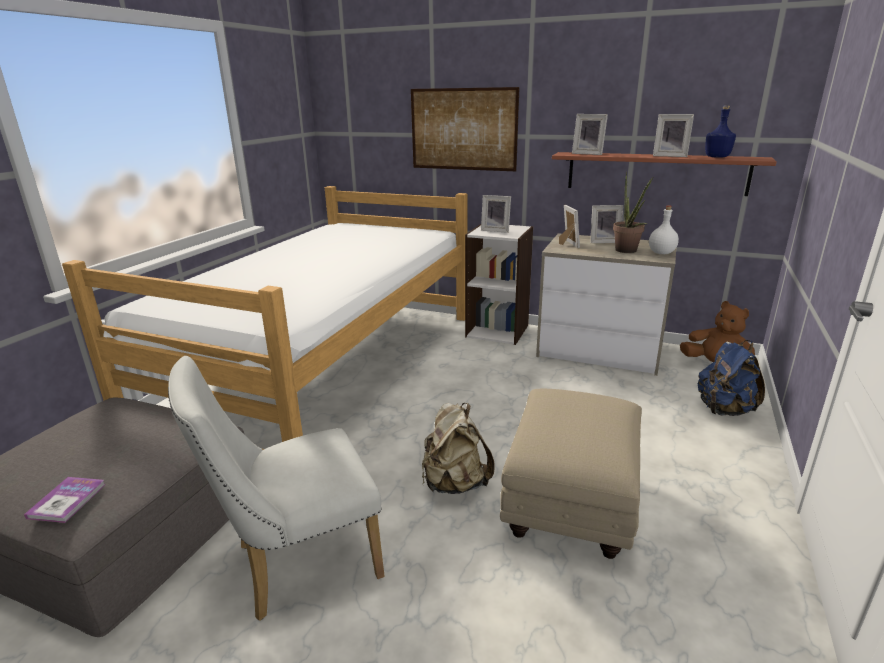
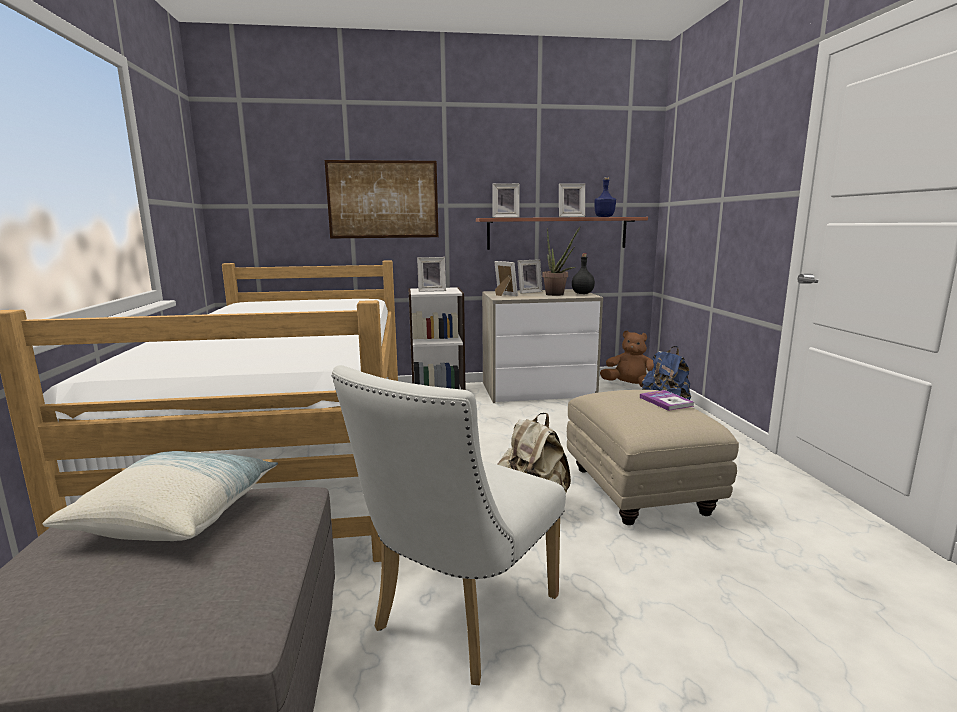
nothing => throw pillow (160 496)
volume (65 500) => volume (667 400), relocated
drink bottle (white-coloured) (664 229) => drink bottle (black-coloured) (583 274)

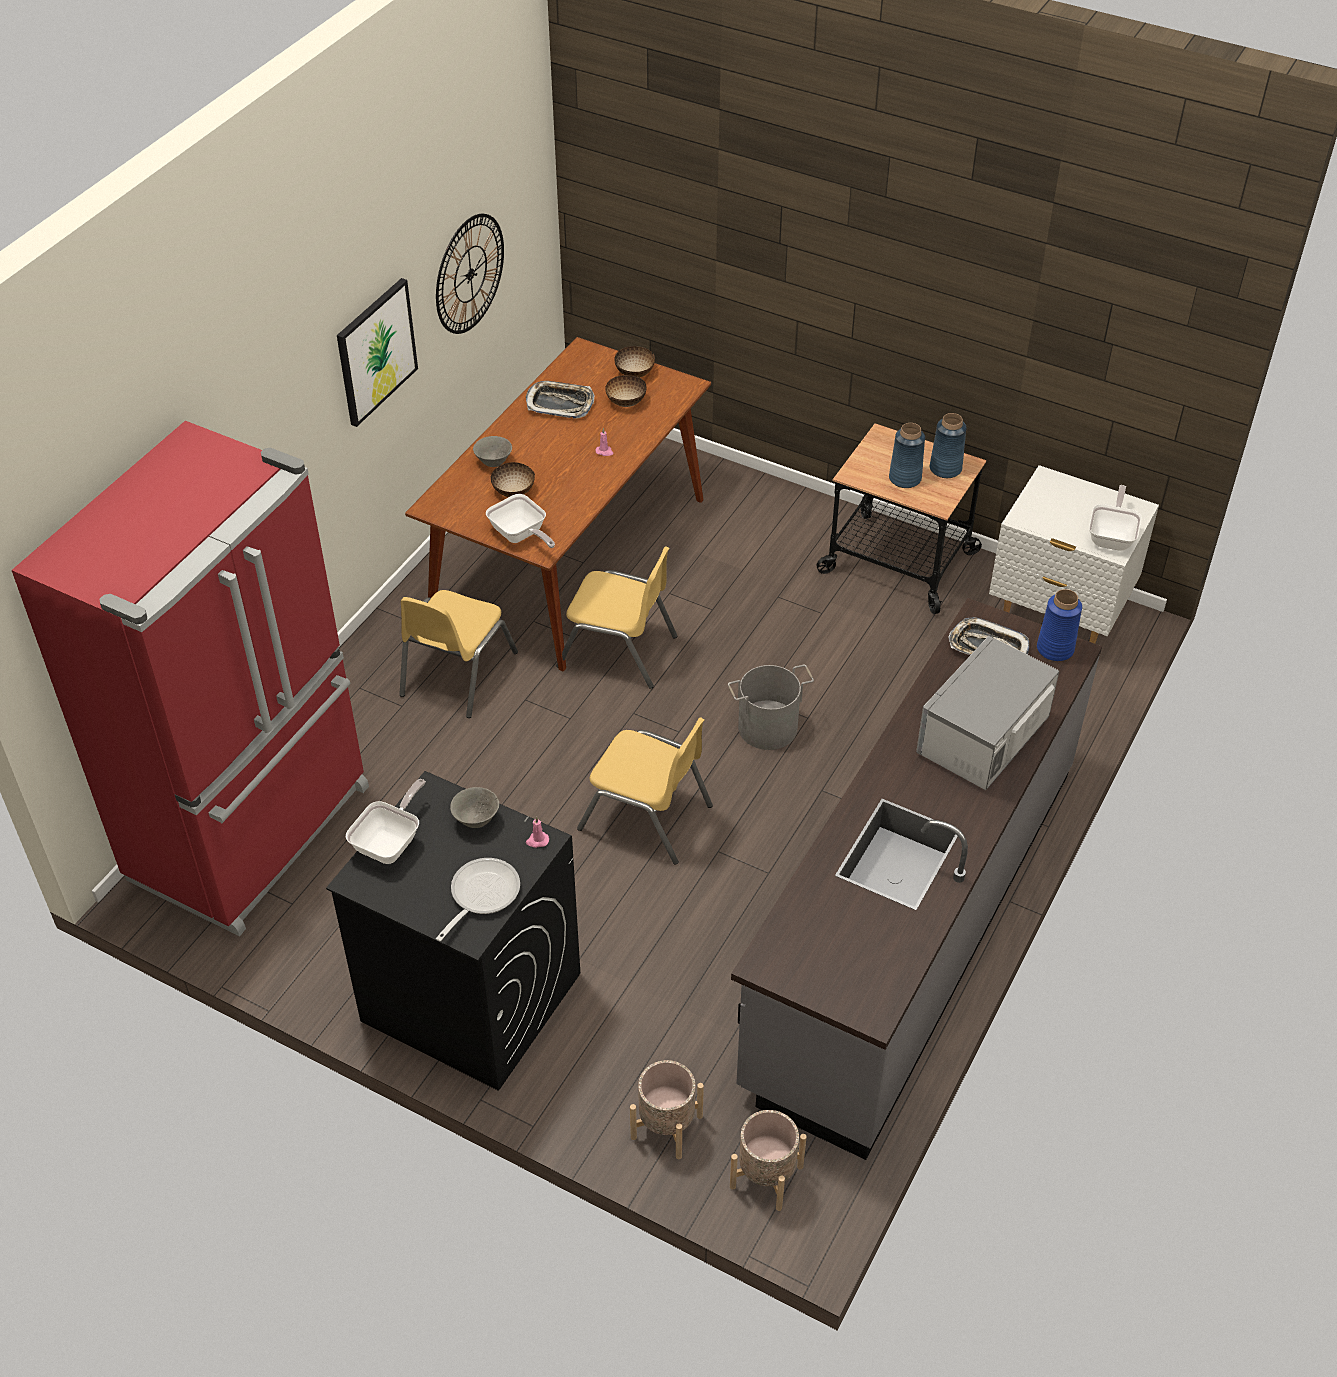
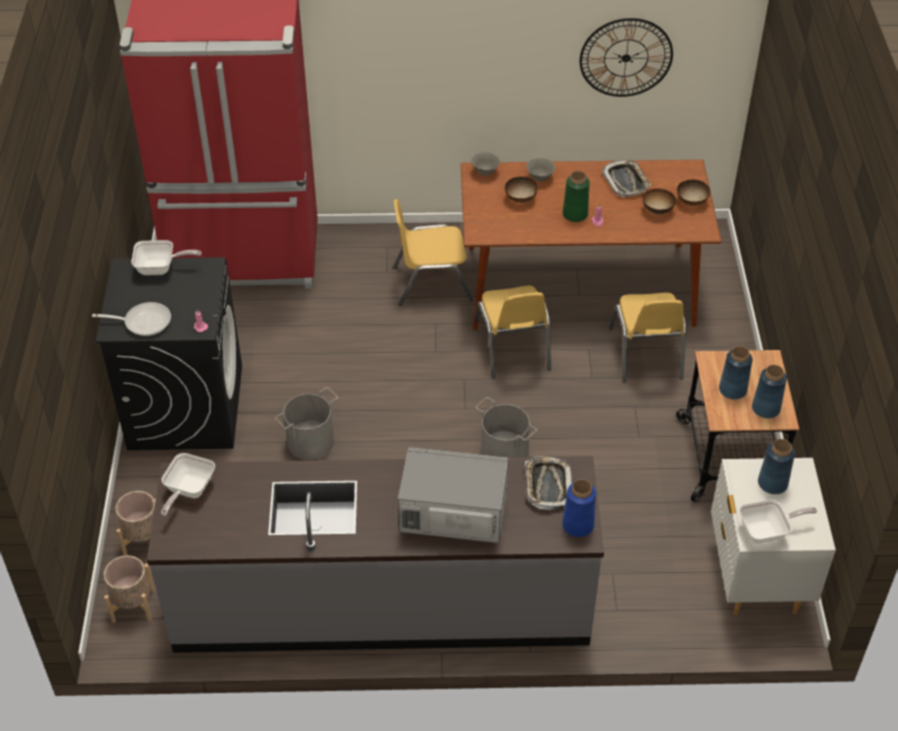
wall picture (377 352) => nothing
nothing => pail (grey) (306 423)
nothing => flower vase (green-coloured) (576 196)
nothing => flower vase (blue) (776 466)
serving bowl (grey) (474 807) => serving bowl (grey) (485 164), relocated
skillet (520 521) => skillet (188 484), relocated
chair (yellow) (645 791) => chair (yellow) (648 338), relocated

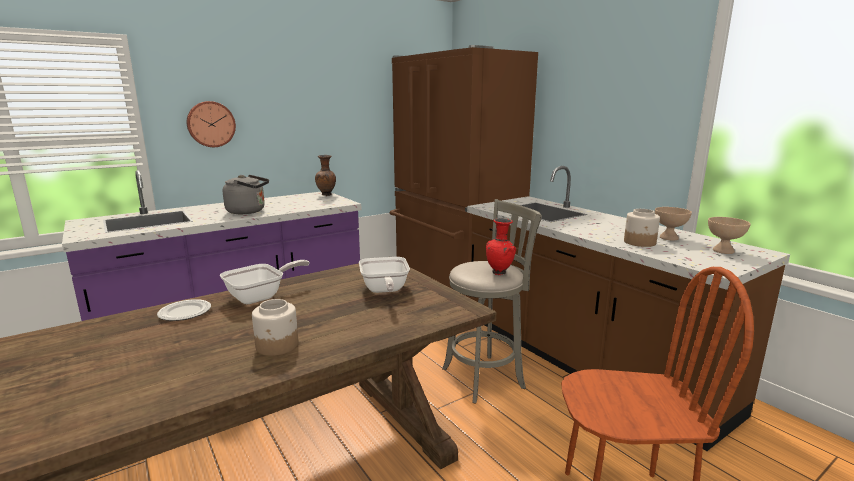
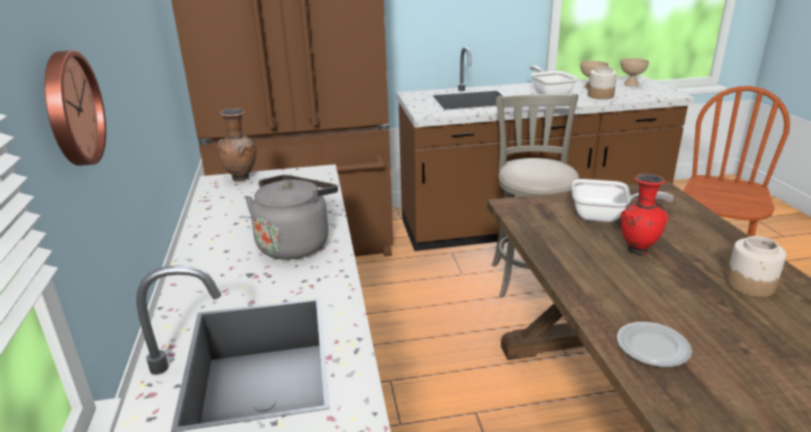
skillet (265 282) => skillet (554 80), relocated
flower vase (red) (501 246) => flower vase (red) (644 214), relocated

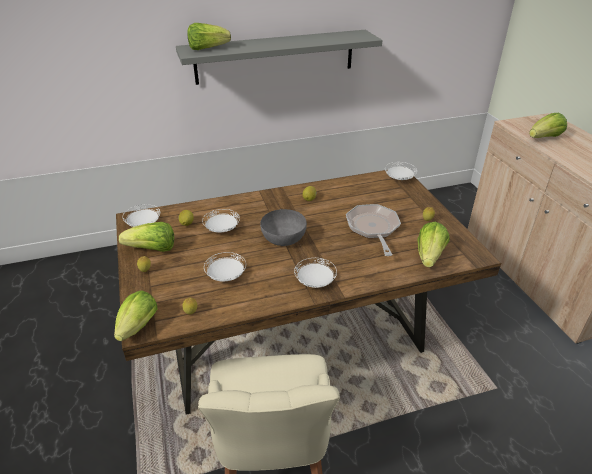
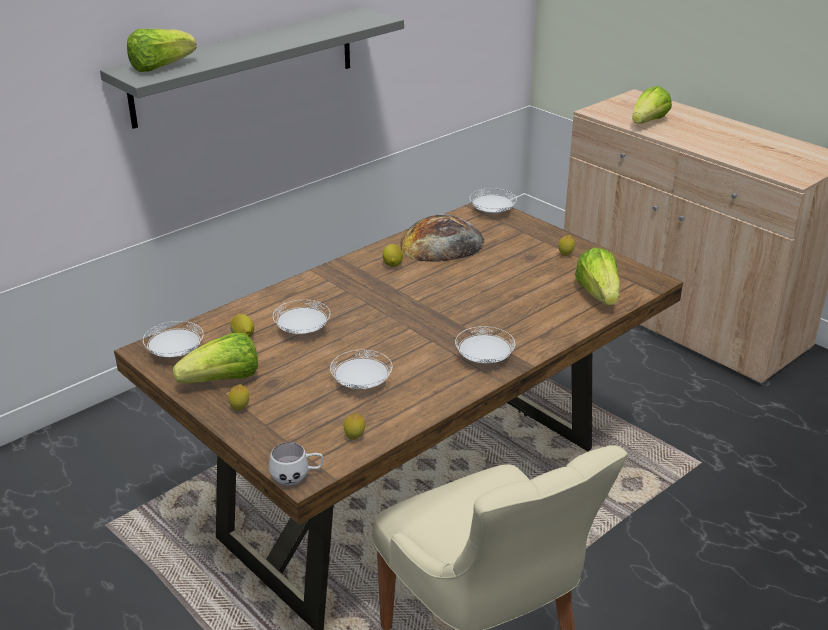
serving bowl (grey) (283 227) => nothing
skillet (373 230) => nothing
nothing => bread (442 238)
head of lettuce (135 315) => coffee mug (white-coloured) (296 463)

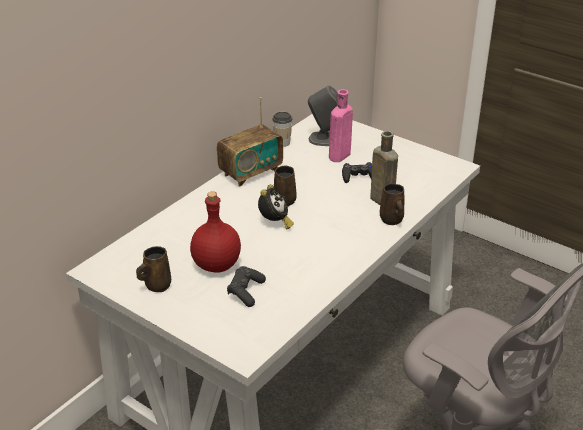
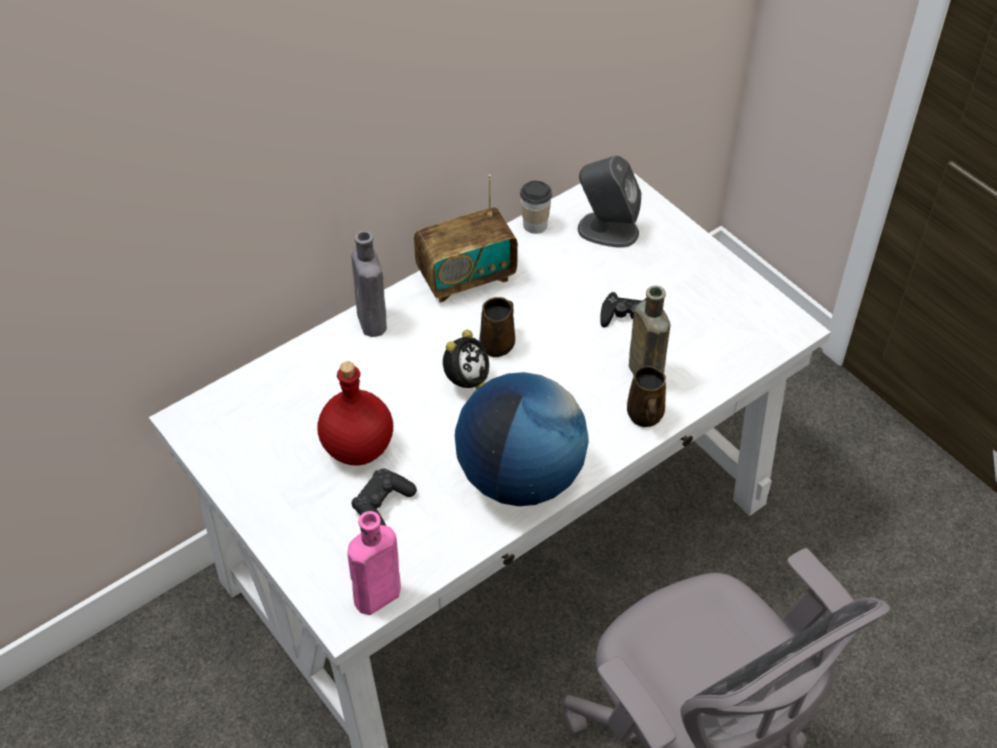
coffee mug (brown-coloured) (153 269) => nothing
nothing => drink bottle (grey) (369 283)
nothing => desk globe (522 439)
drink bottle (pinkish) (341 125) => drink bottle (pinkish) (374 563), relocated

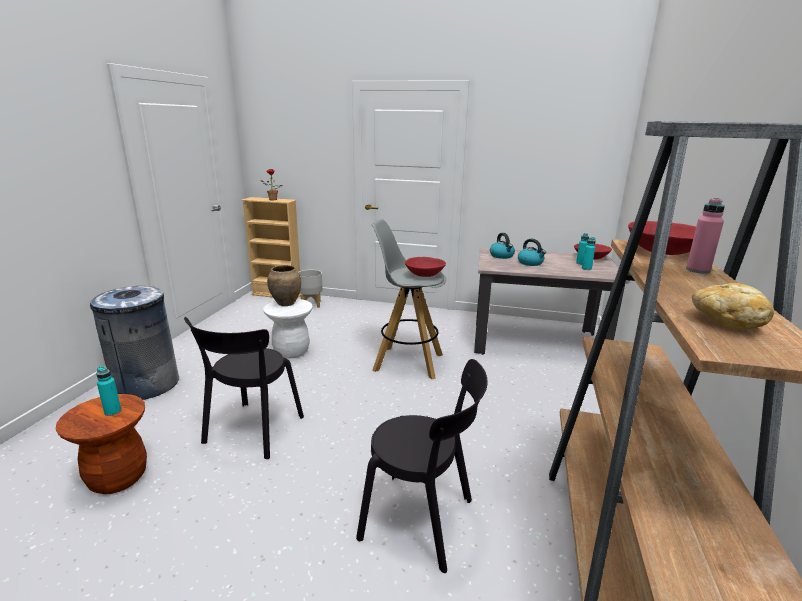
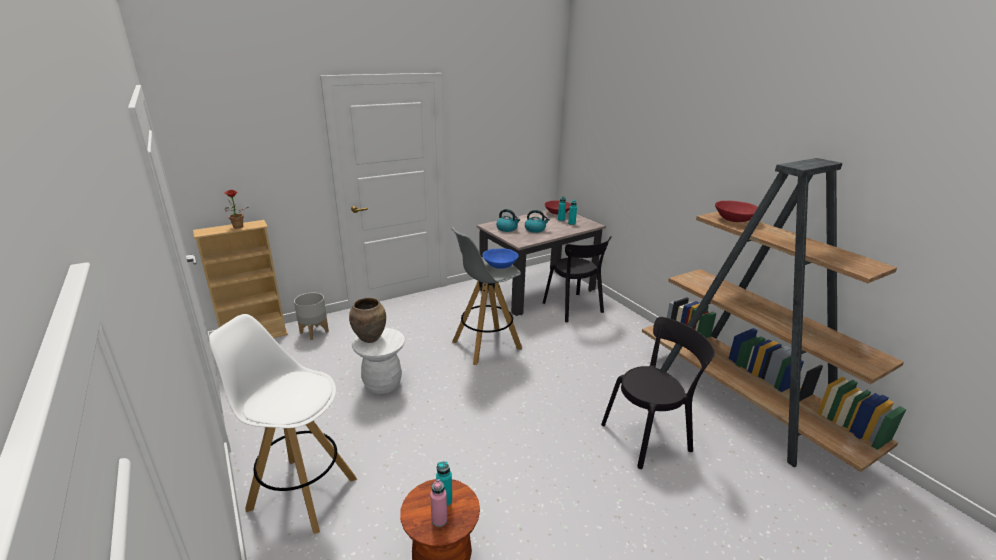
bread (733 306) => nothing
chair (black-coloured) (244 388) => chair (black-coloured) (577 279), relocated
drink bottle (pinkish) (705 236) => drink bottle (pinkish) (438 503), relocated
trash can (grey) (134 343) => sitting stool (white-coloured) (283 424)
serving bowl (red) (425 267) => serving bowl (blue) (501 258)

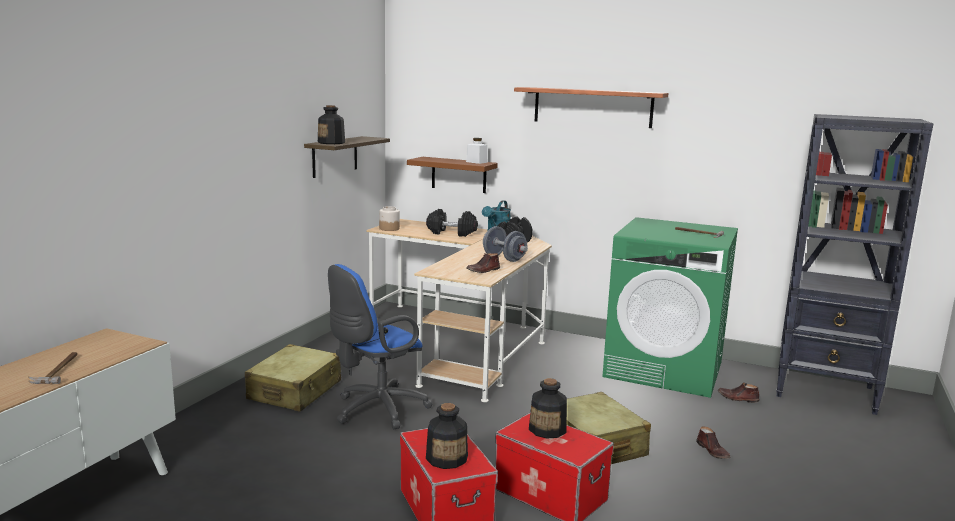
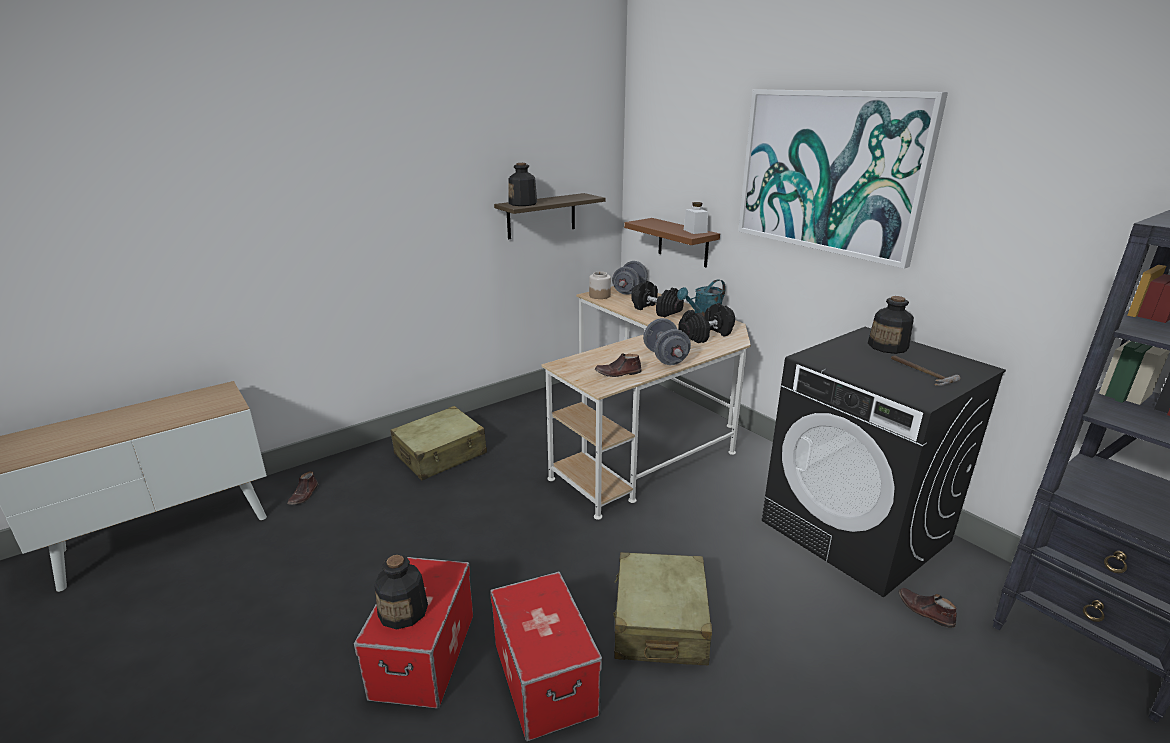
hammer (52 368) => nothing
desk chair (blue) (380 346) => nothing
nothing => dumbbell (grey) (630 278)
drink bottle (548 408) => drink bottle (891 325), relocated
item of footwear (brown-coloured) (713 442) => item of footwear (brown-coloured) (302 488), relocated
bracket shelf (591 107) => wall picture (843 179)
washing machine (green-coloured) (670 307) => washing machine (black-coloured) (884 462)

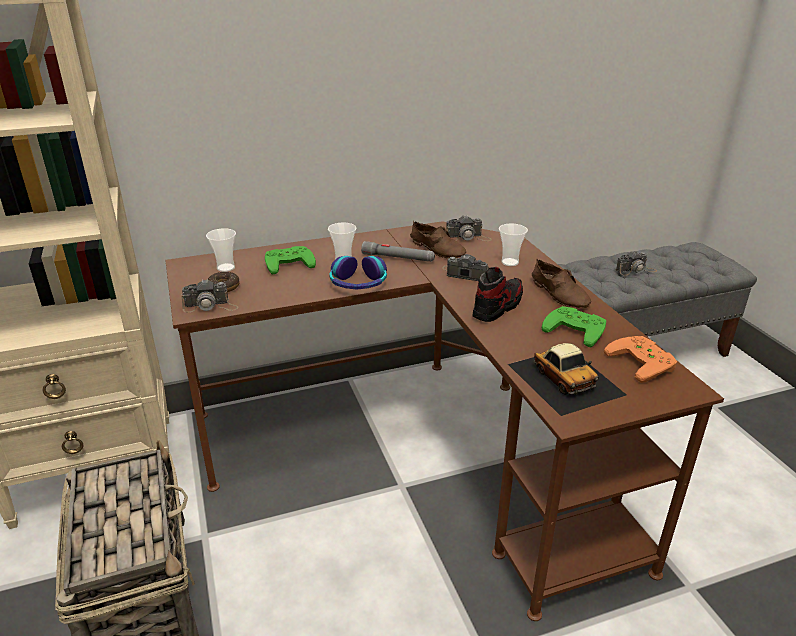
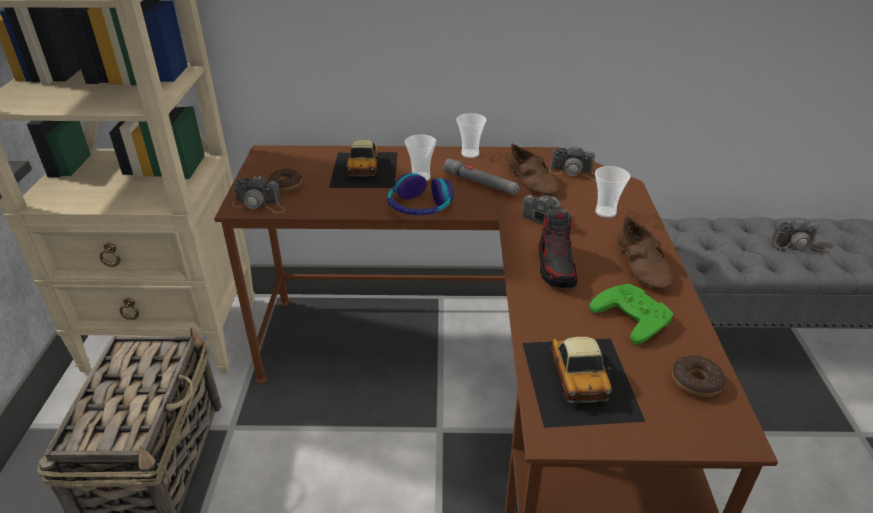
drinking cup (221 250) => drinking cup (471 135), relocated
joypad (green-coloured) (290 260) => model car (363 164)
joypad (orange) (640 359) => donut (698 376)
item of footwear (498 294) => item of footwear (558 248), 120 degrees clockwise

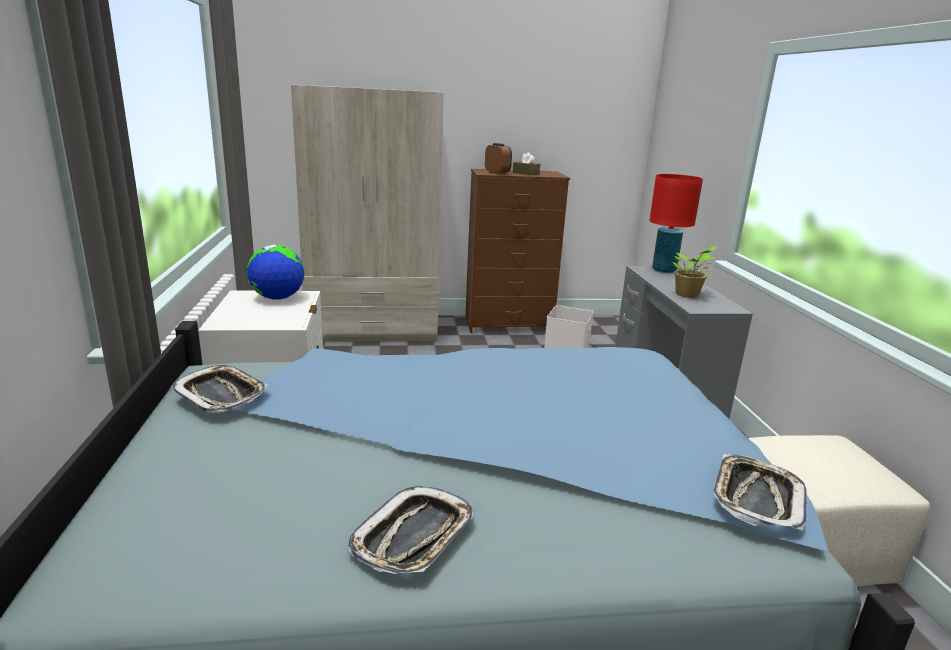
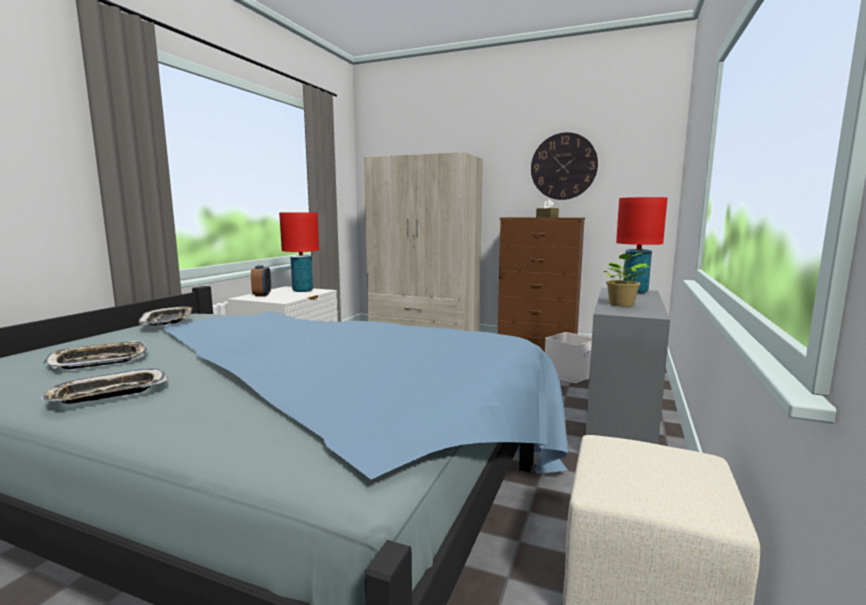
nothing => wall clock (564 166)
table clock (498 159) => table clock (261 281), relocated
tray (760 492) => tray (95 355), relocated
desk globe (275 272) => lamp for a table (red) (299 252)

